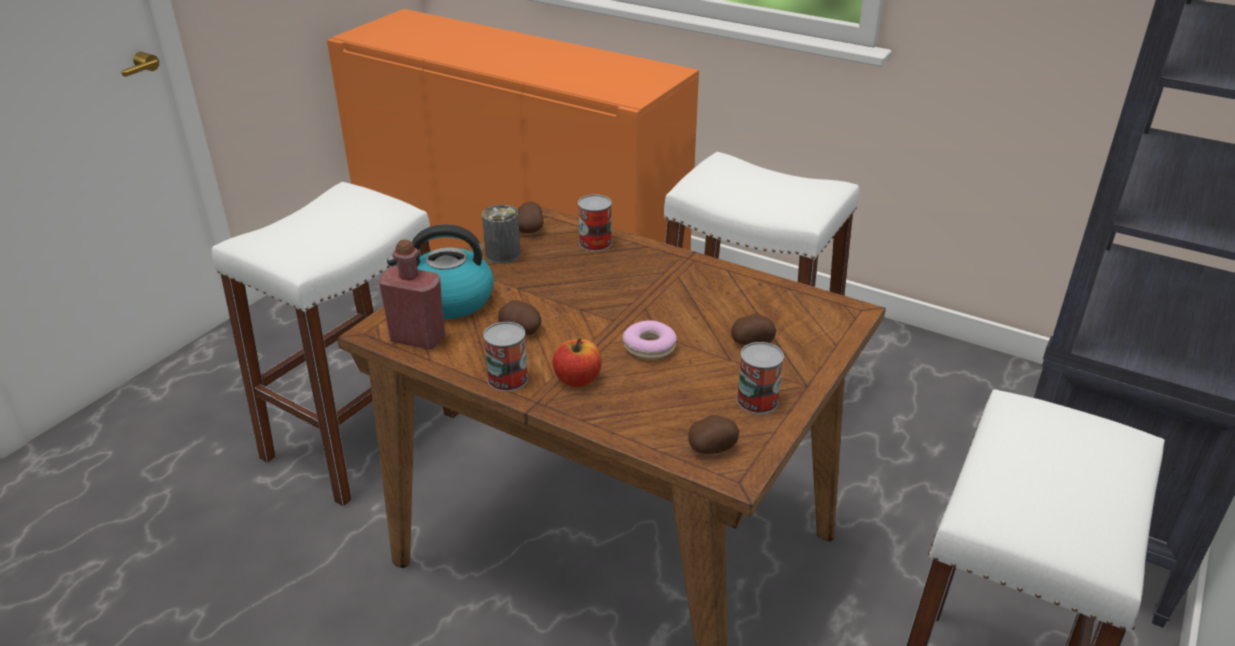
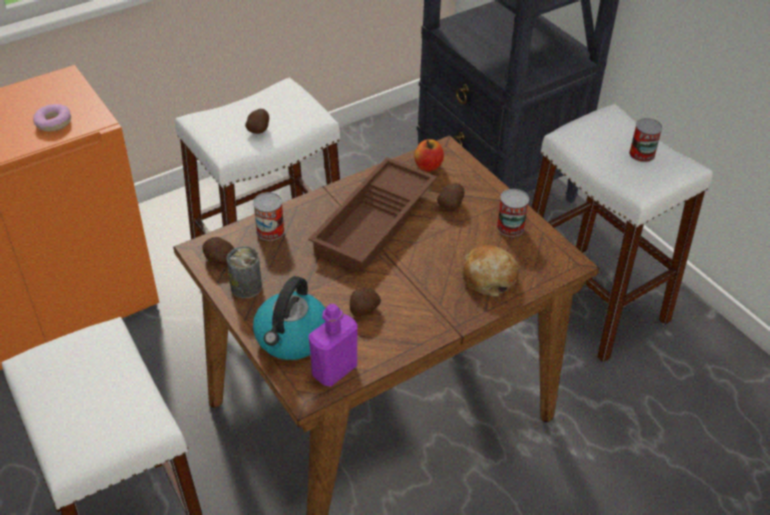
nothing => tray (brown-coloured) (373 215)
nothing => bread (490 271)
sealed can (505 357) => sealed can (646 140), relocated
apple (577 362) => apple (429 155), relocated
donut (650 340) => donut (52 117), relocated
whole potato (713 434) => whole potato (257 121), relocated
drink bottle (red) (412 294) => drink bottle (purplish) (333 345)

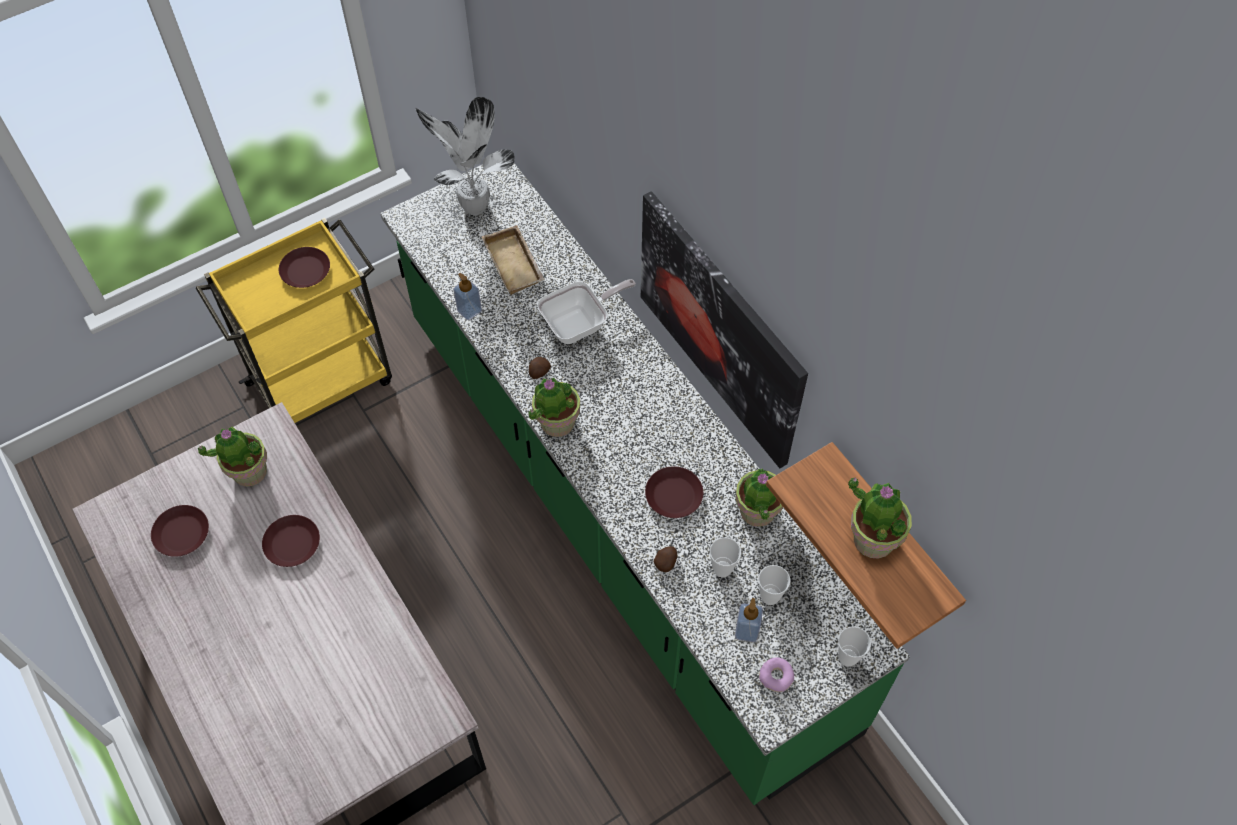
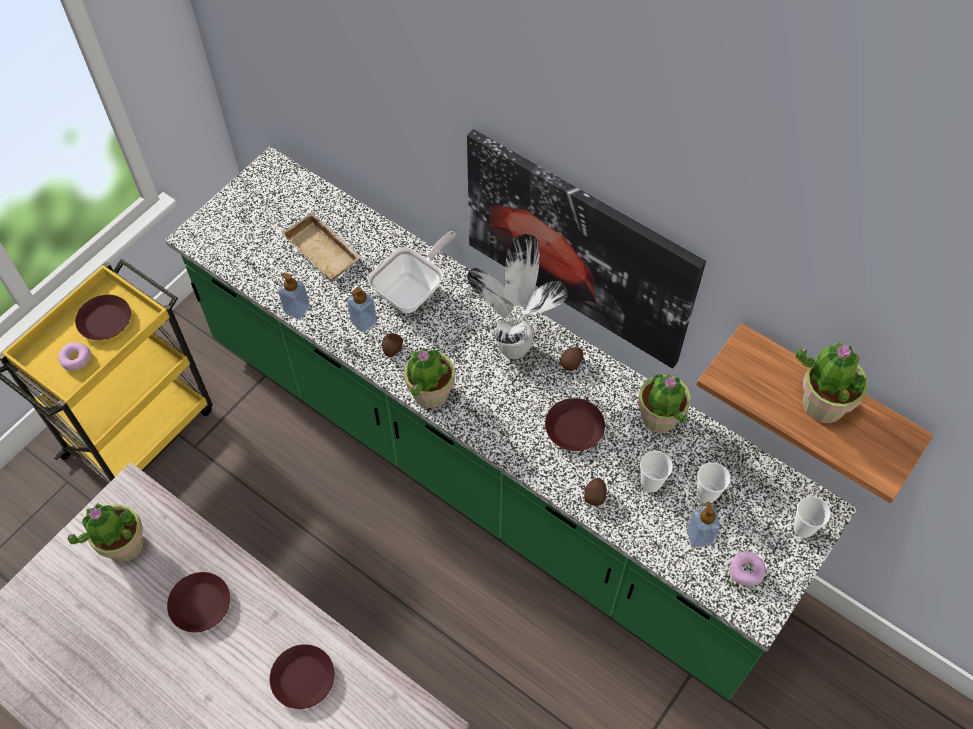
nothing => donut (74 356)
nothing => soap dispenser (362 309)
nothing => whole potato (571 359)
dinner plate (brown-coloured) (180 531) => dinner plate (brown-coloured) (302 676), relocated
plant in a pot (465 156) => plant in a pot (517 296), relocated

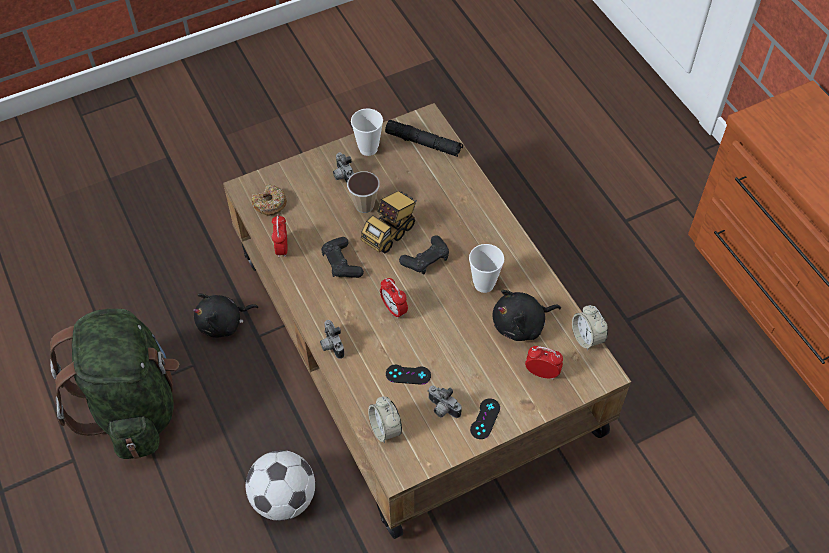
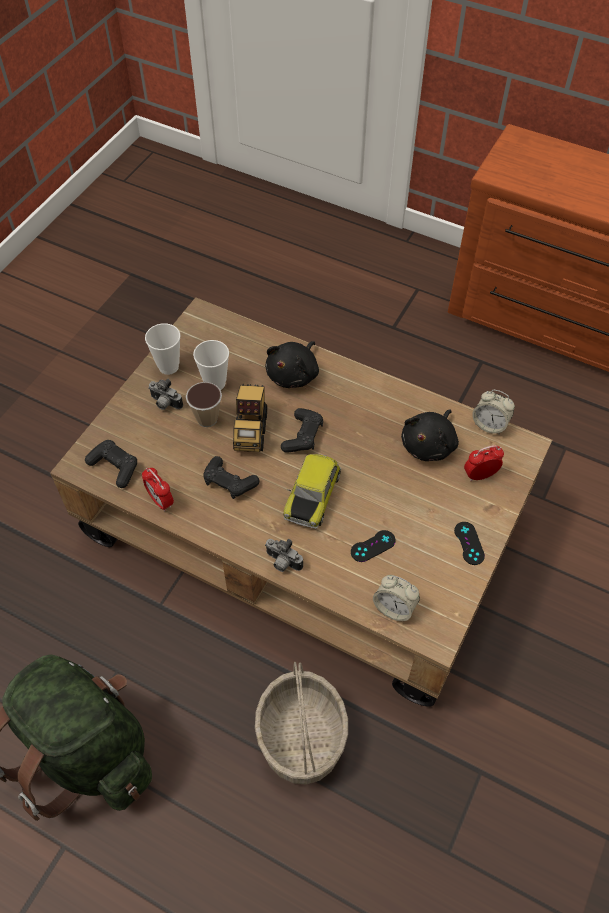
torch (black-coloured) (424 138) => nothing
still camera (445 401) => nothing
soft toy (black-coloured) (225 315) => soft toy (black-coloured) (292 364), relocated
drinking cup (486 268) => drinking cup (211 365), relocated
ball for football (280 485) => storage basket (301 723)
donut (269 199) => joypad (black-coloured) (111 464)
table clock (394 298) => model car (312 491)

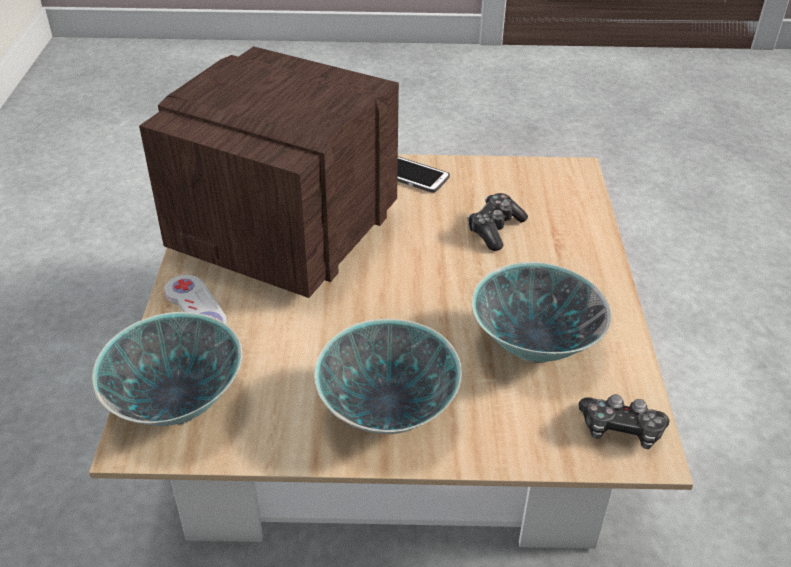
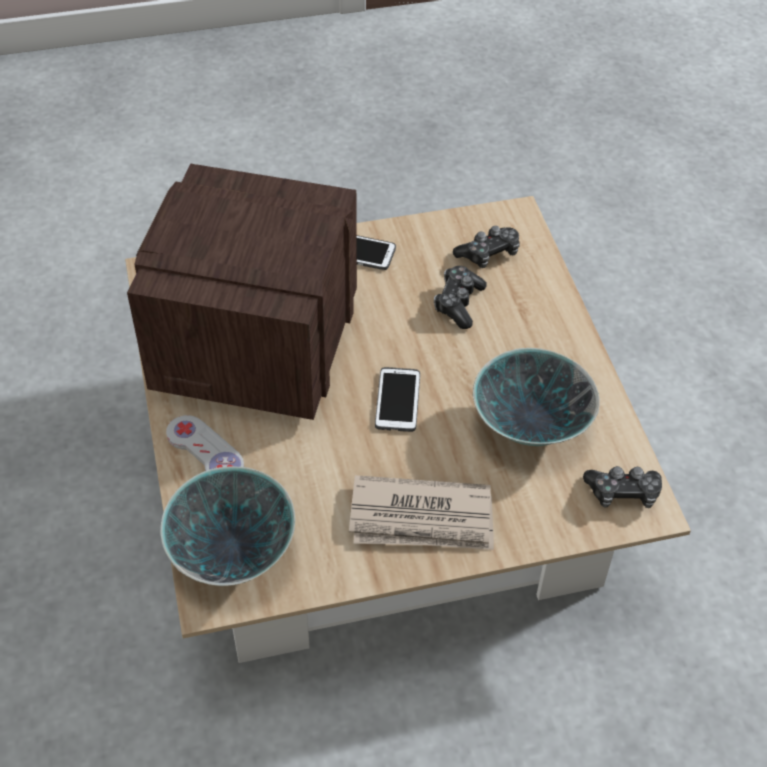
nothing => phone (397 399)
nothing => joypad (486 247)
serving bowl (388 376) => printed paper (421 512)

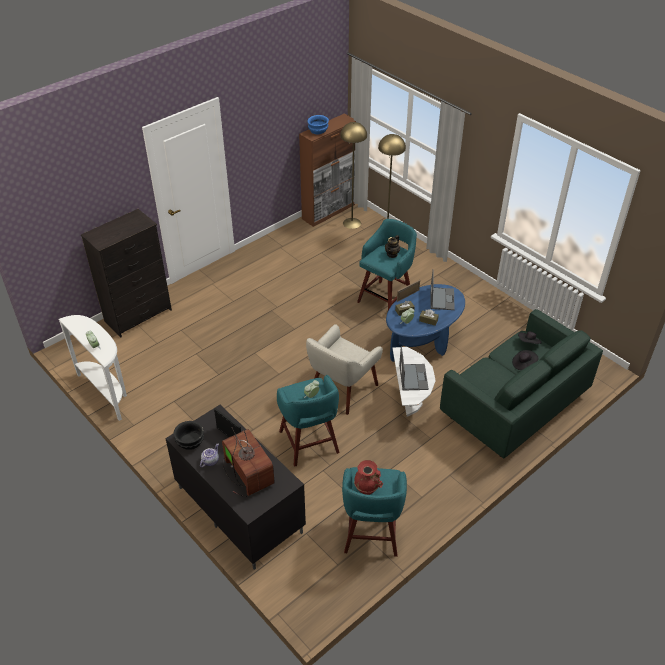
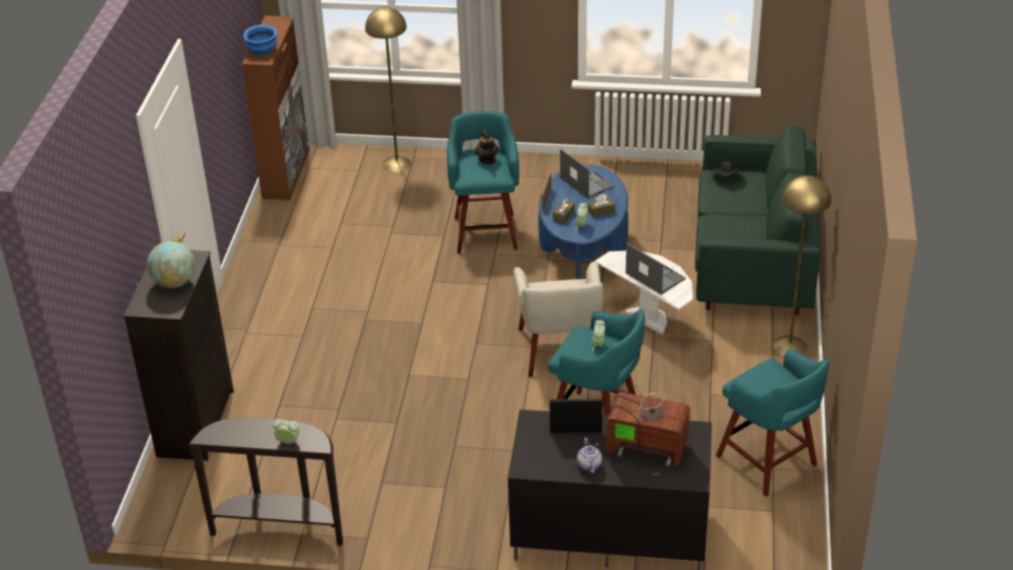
serving bowl (black-coloured) (189 435) => nothing
flower vase (red) (368 477) => nothing
clothing hat (black-coloured) (525 360) => nothing
nothing => desk globe (171 264)
floor lamp (yellow) (353 175) => floor lamp (yellow) (802 265), relocated
hall table (white-coloured) (92 368) => hall table (brown-coloured) (265 482)

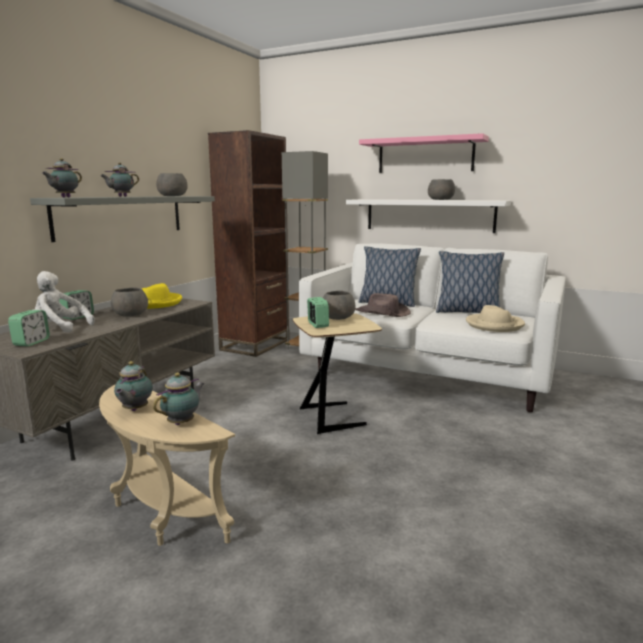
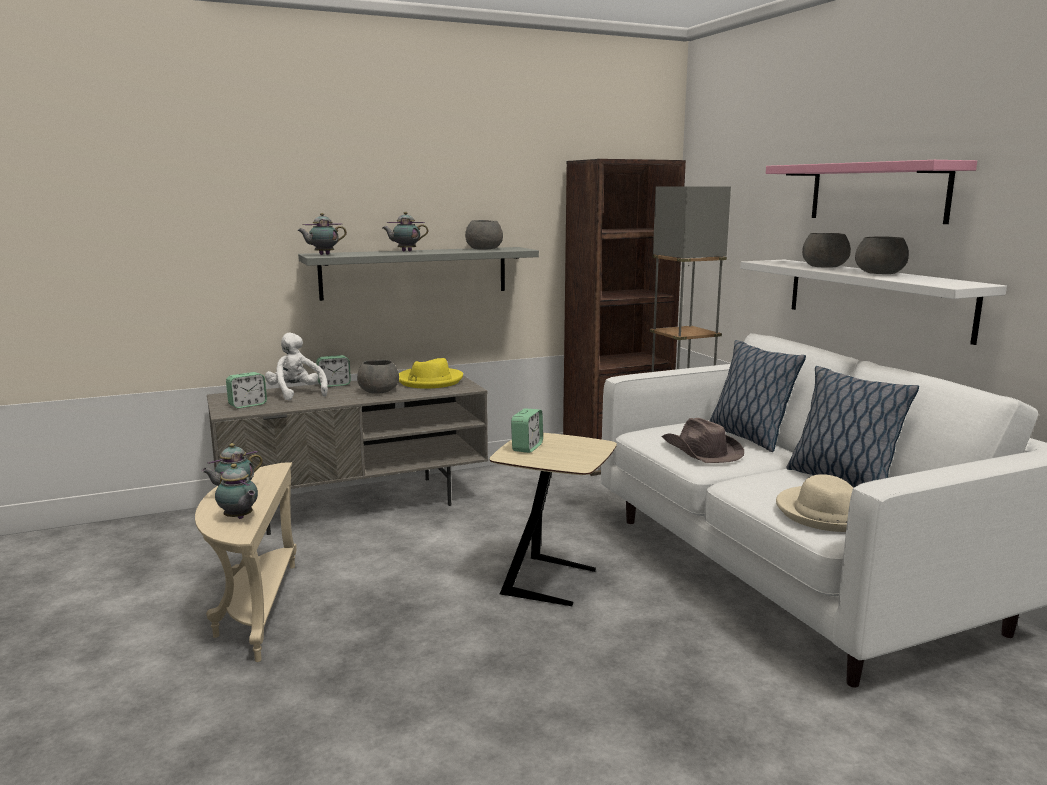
serving bowl (grey) (339 305) => serving bowl (grey) (826 250), relocated
teapot (179 398) => teapot (236 491), 60 degrees clockwise

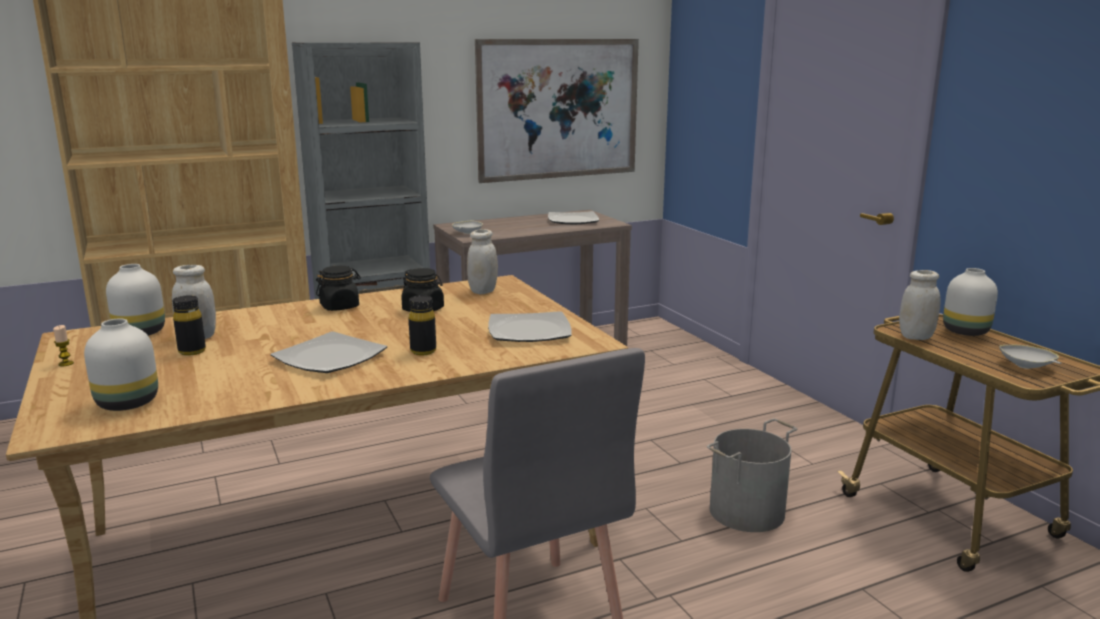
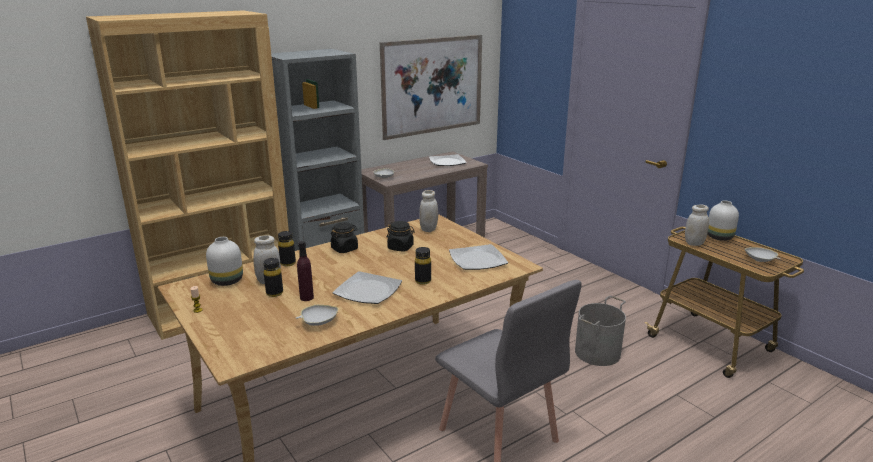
flower vase (white-coloured) (121 364) => nothing
nothing => drink bottle (black-coloured) (287 248)
nothing => serving bowl (white-coloured) (317 315)
nothing => drink bottle (purplish) (305 271)

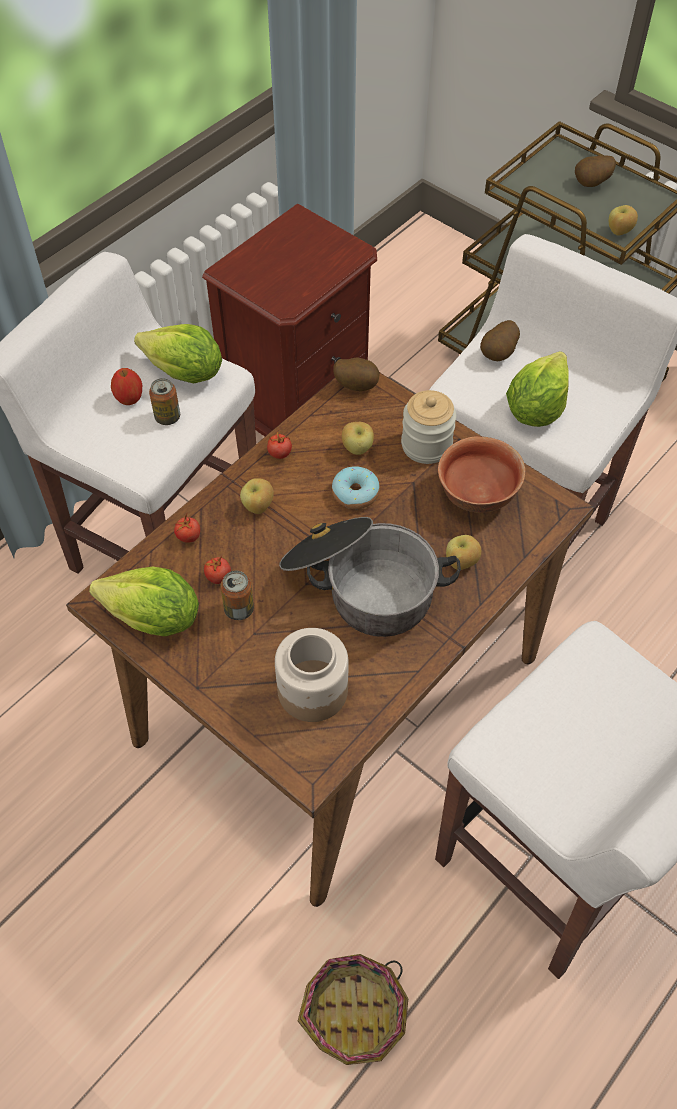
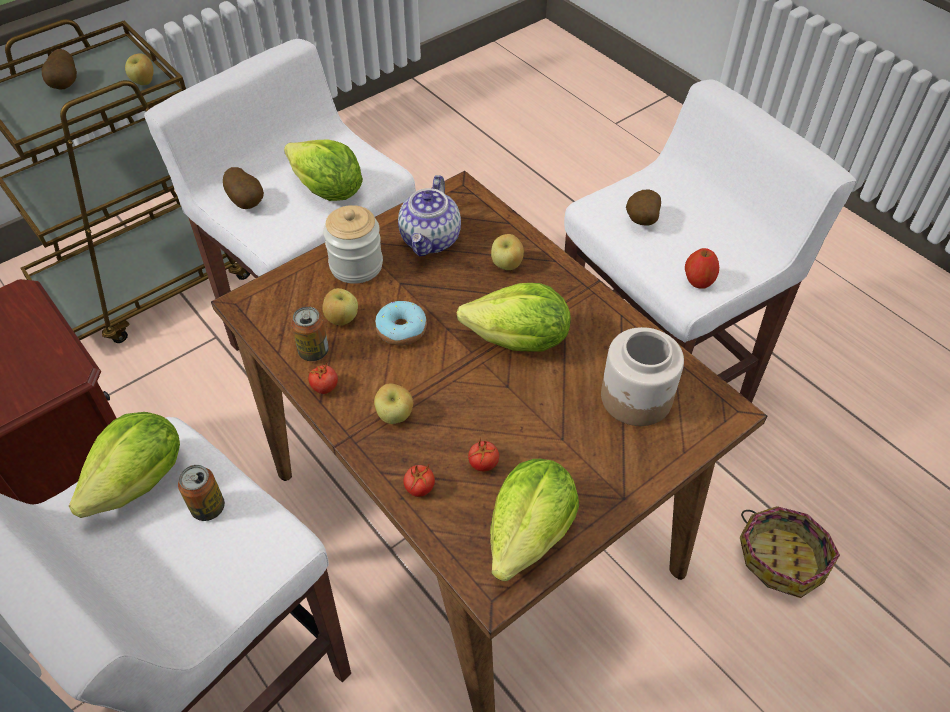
apple (126 386) => apple (702 268), relocated
sealed can (237 595) => sealed can (310 334), relocated
whole potato (356 374) => whole potato (643 208), relocated
stockpot (370 577) => head of lettuce (513 317)
serving bowl (482 474) => teapot (429 215)

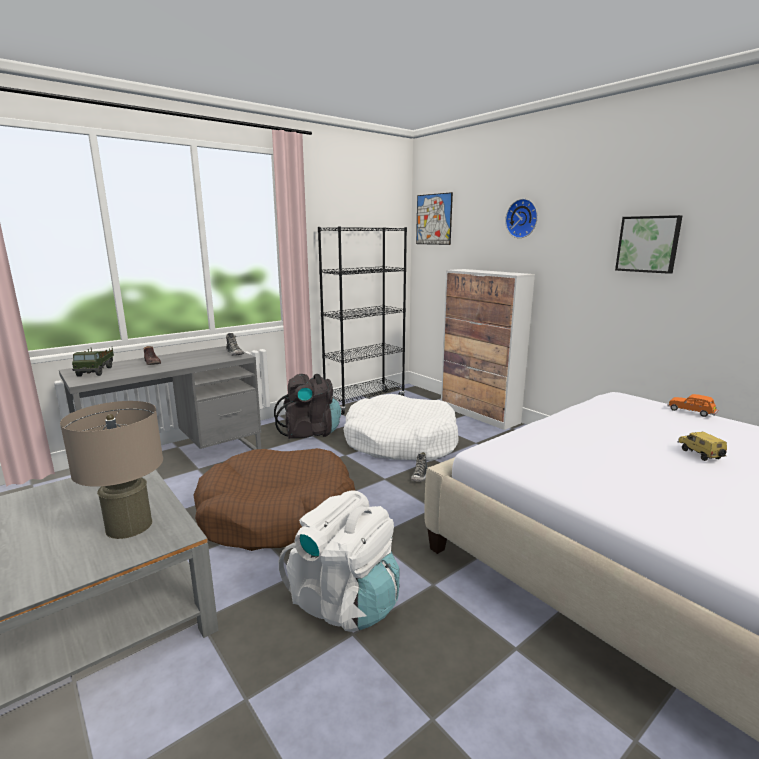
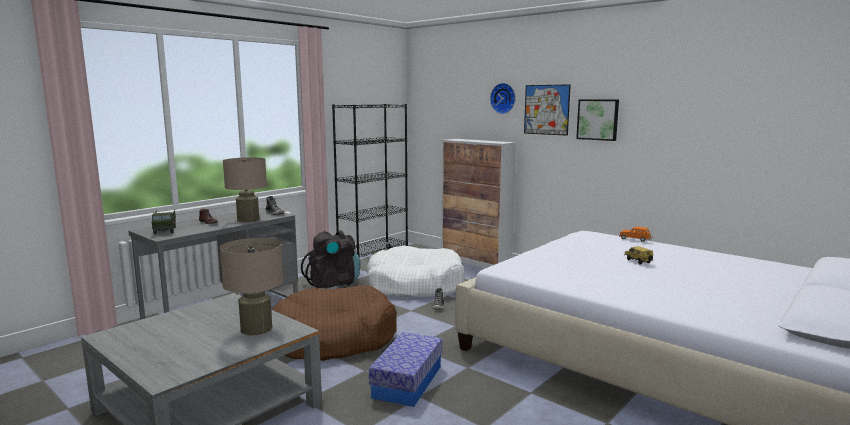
nothing => lamp for a table (beige) (245 189)
wall picture (434 218) => wall picture (547 110), relocated
backpack (white-coloured) (339 561) => storage container (405 369)

